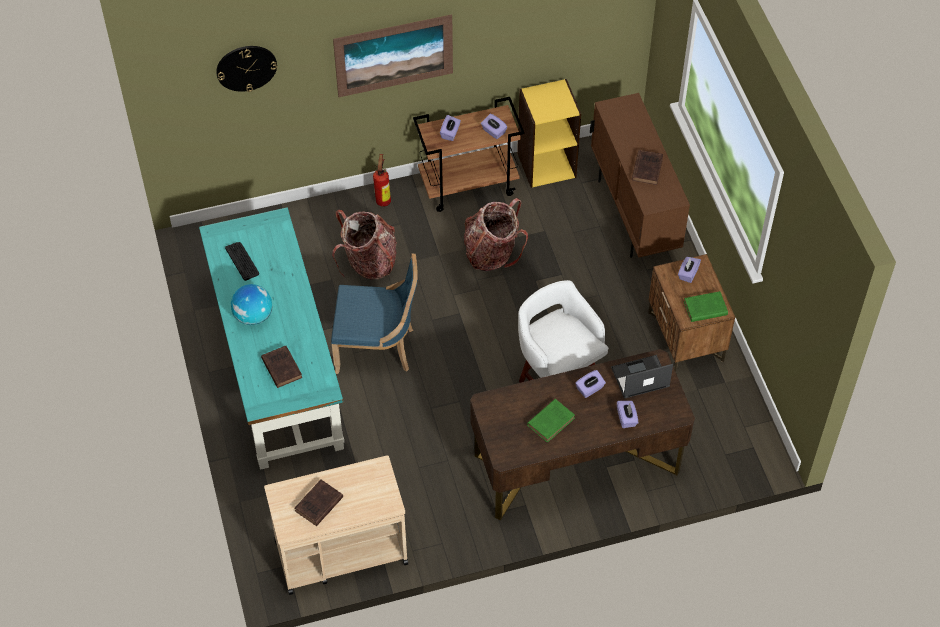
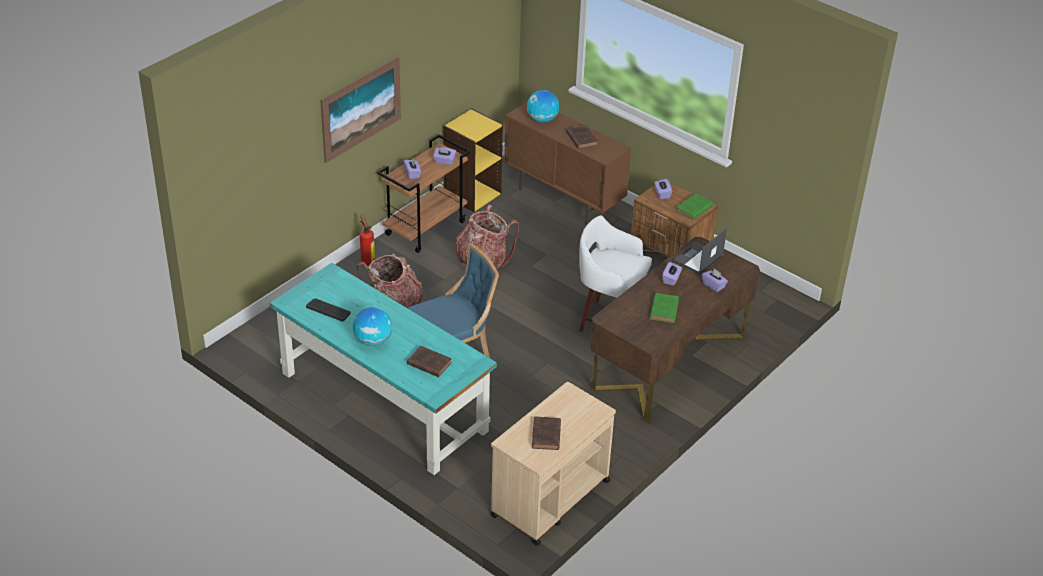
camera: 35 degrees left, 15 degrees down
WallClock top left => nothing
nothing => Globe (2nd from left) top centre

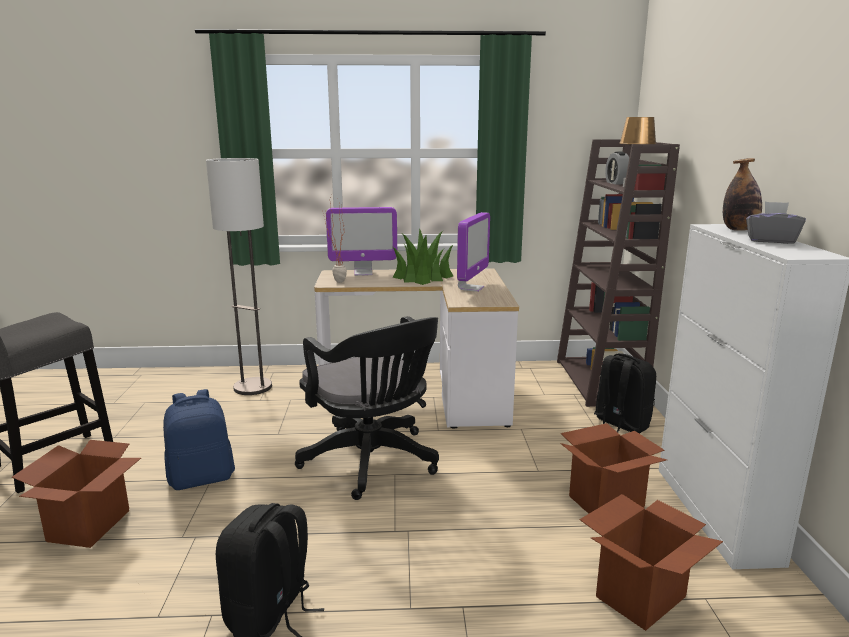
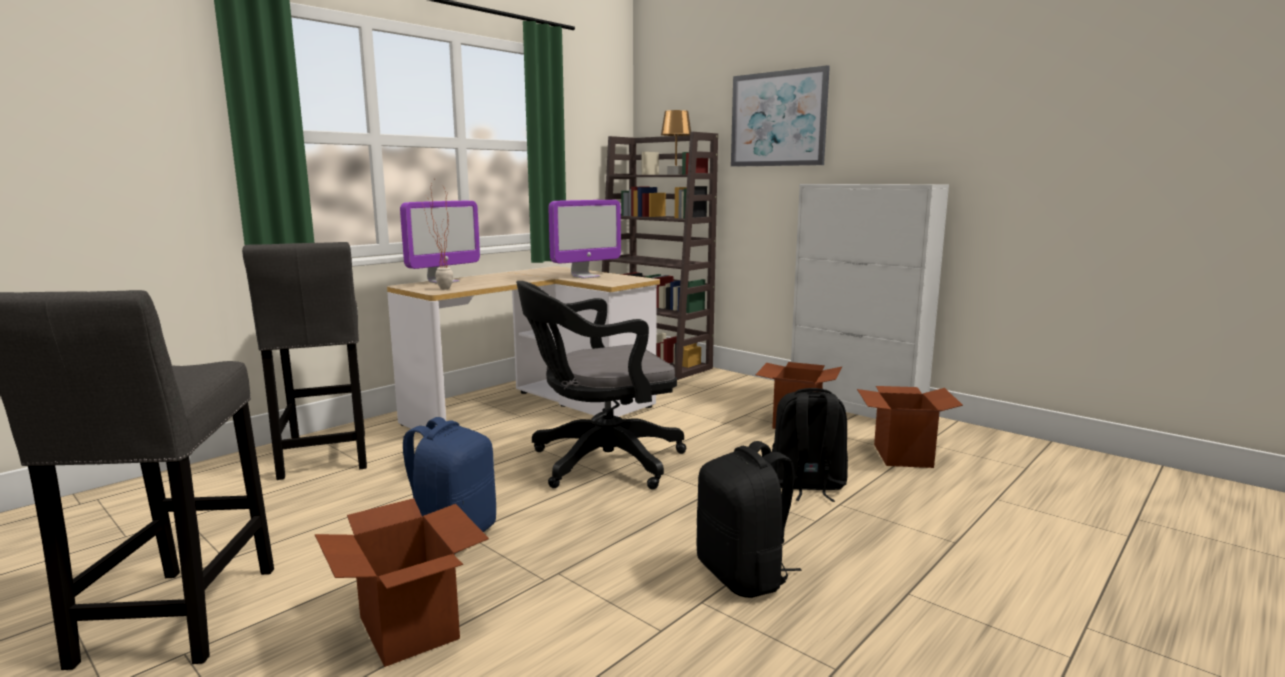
camera: 45 degrees left, 5 degrees down
AlarmClock top right => nothing
FloorLamp middle left => GreyStool (2nd from left) middle left
Bottle top right => nothing
GreyTissueBox middle right => nothing
Monitor (2nd from left) centre, 75 degrees clockwise
PottedPlant (2nd from left) centre => nothing
BlackOfficeChair centre, 150 degrees clockwise
BlackBackpack (2nd from left) middle right => BlackBackpack (2nd from left) centre, moved
nothing => Picture top centre

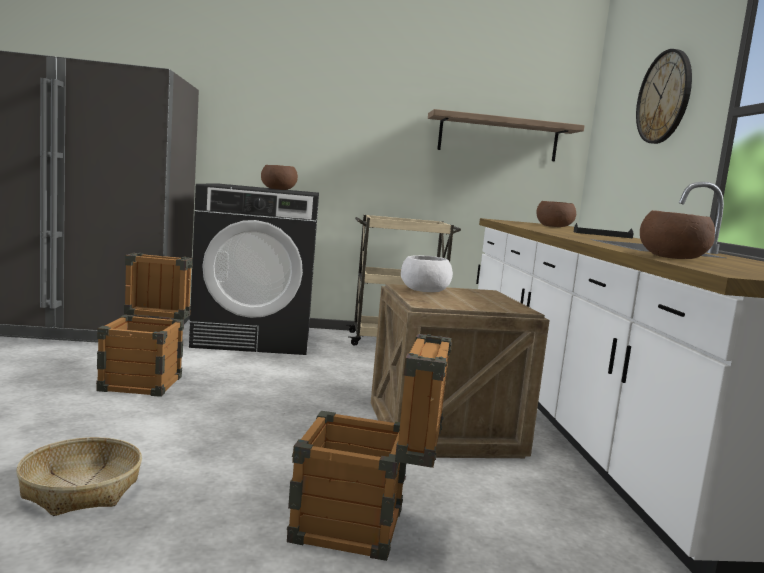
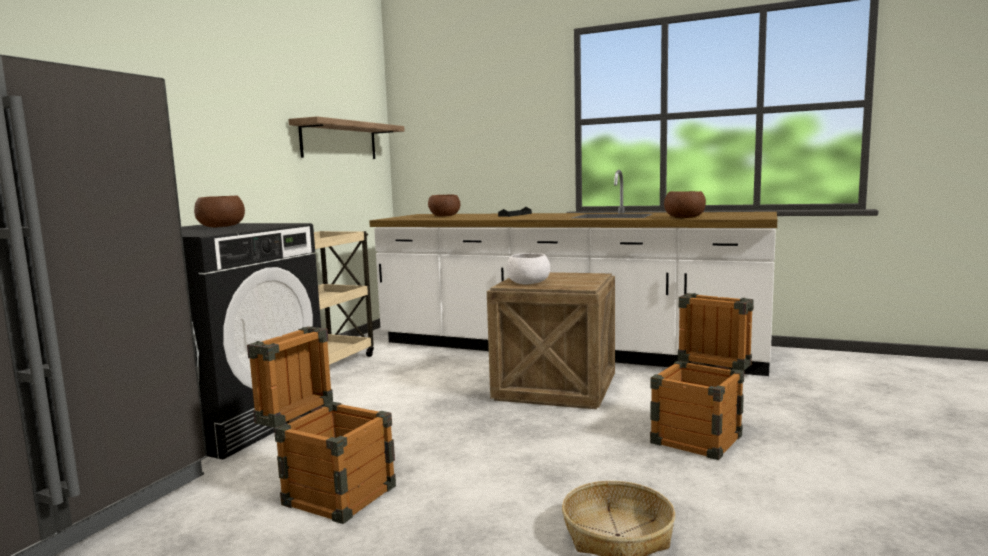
camera: 60 degrees left, 0 degrees up
WallClock top right => nothing

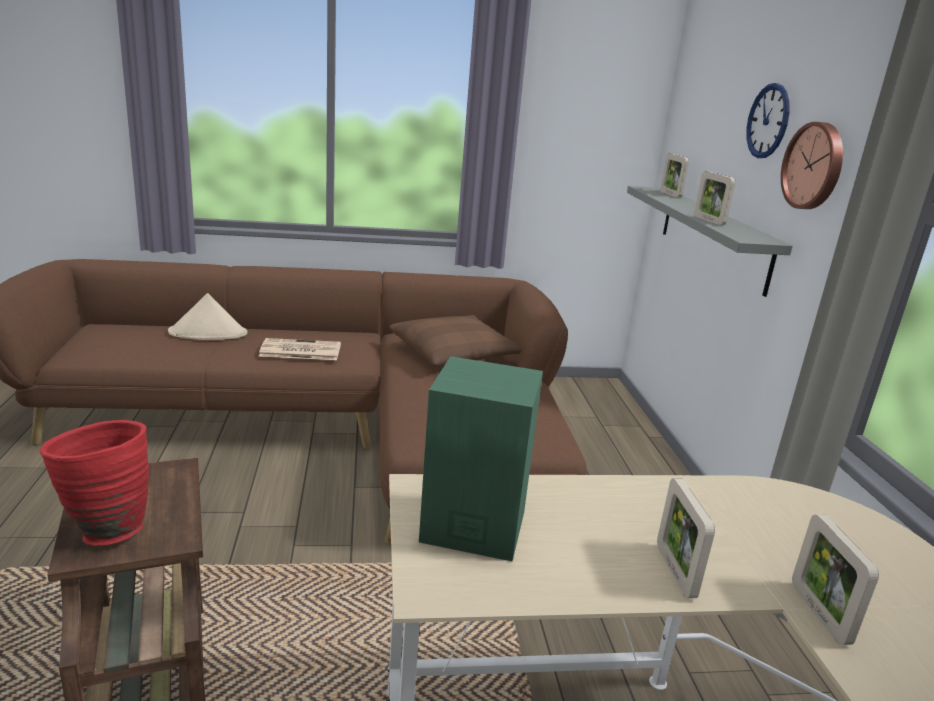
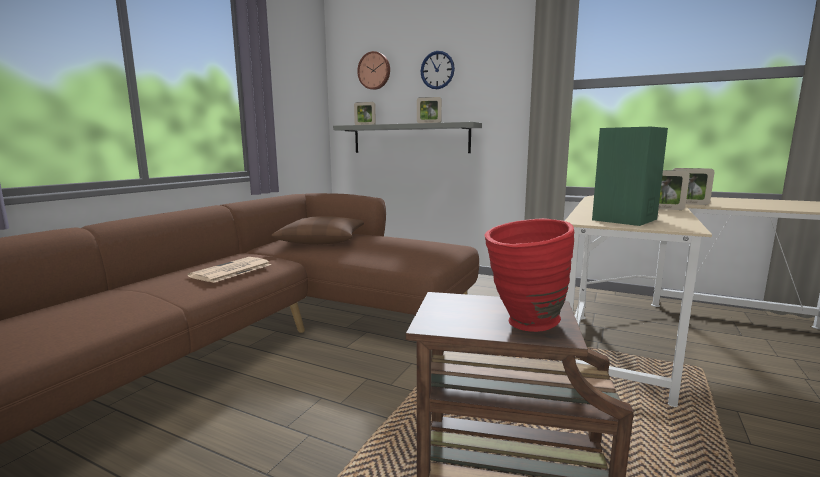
camera: 55 degrees left, 10 degrees down
WallClock (2nd from left in the first image) top right => WallClock (1st from left) top centre, moved
BeigeHat middle left => nothing

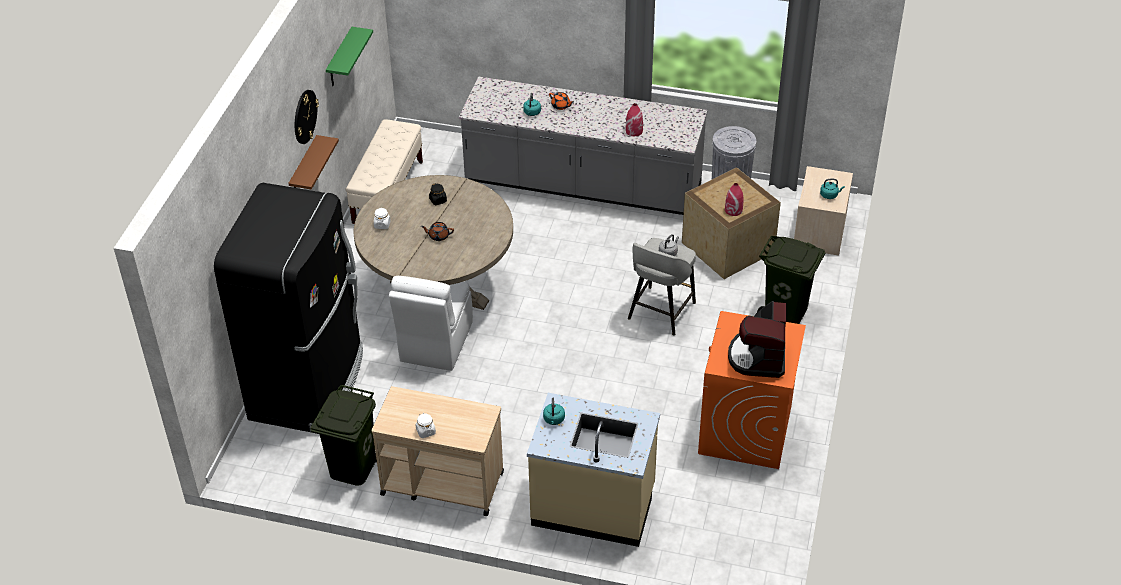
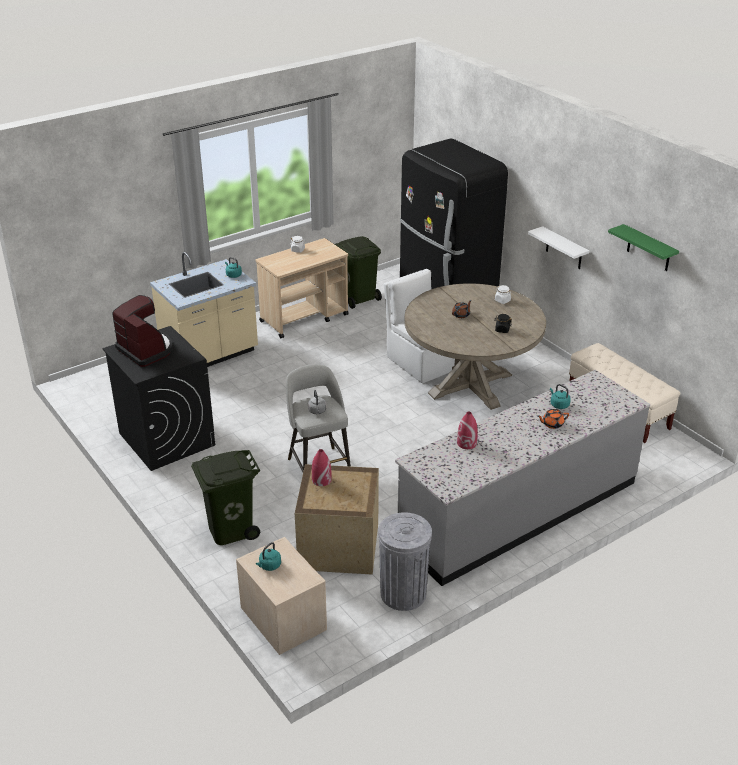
camera: 130 degrees right, 10 degrees down
WallClock top left => nothing
BrownShelf top left => WhiteShelf top right
OrangeWashingMachine bottom right => BlackWashingMachine middle left

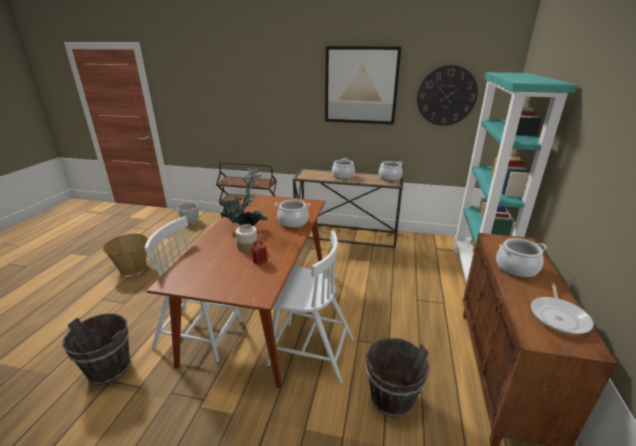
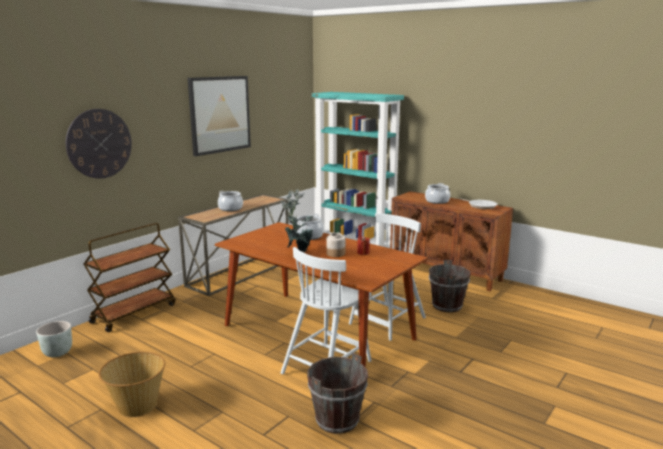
camera: 65 degrees left, 10 degrees down
WallClock top right => WallClock top left, moved
CookingPot (3rd from left) centre => nothing

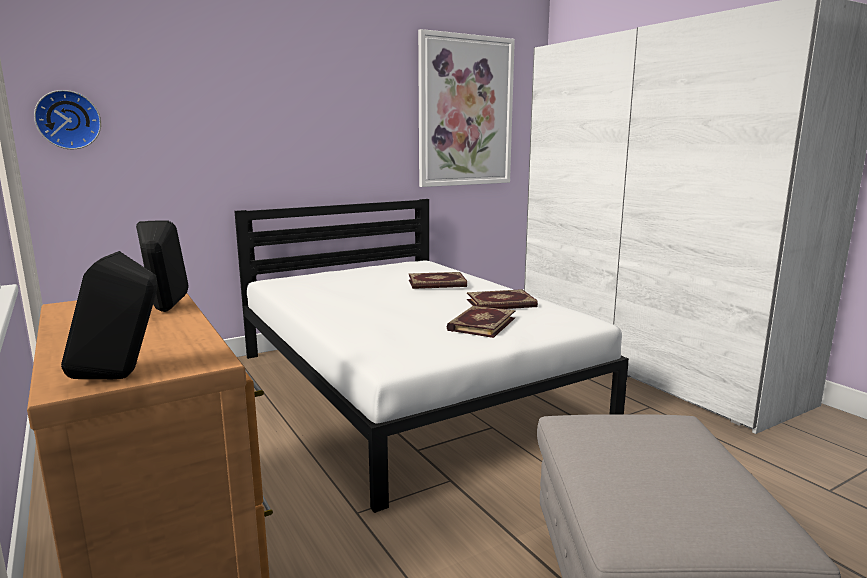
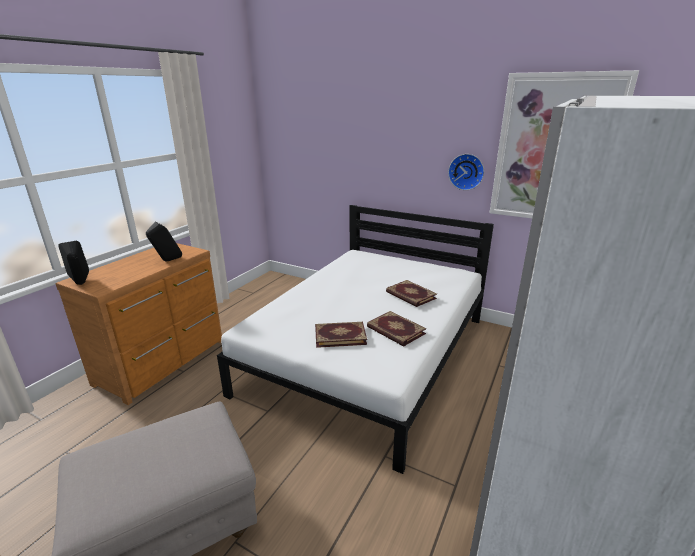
camera: 60 degrees right, 10 degrees up
WallClock top left => WallClock top right, moved

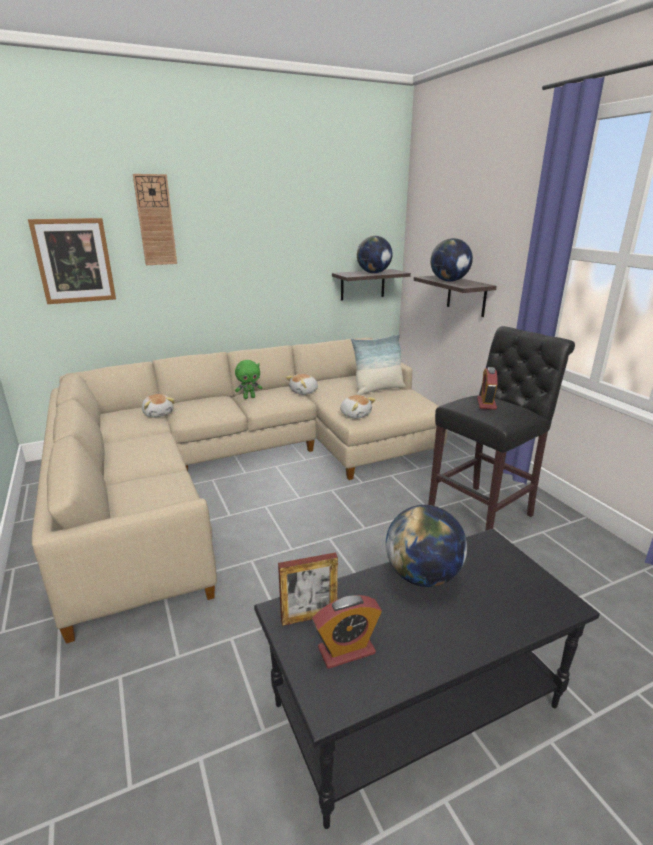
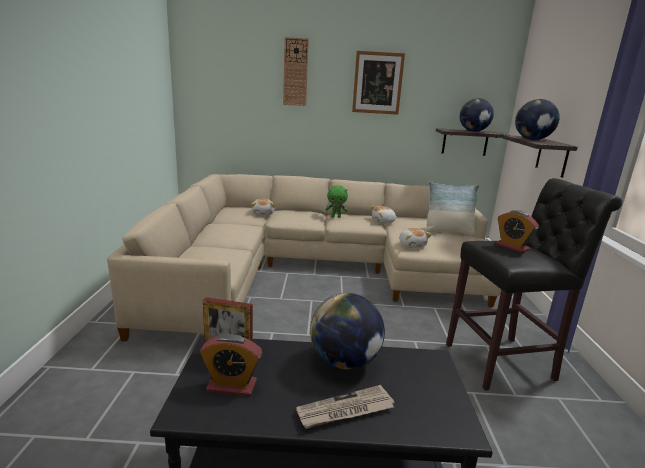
camera: 25 degrees right, 5 degrees down
Picture top left => Picture top centre, moved
AlarmClock (2nd from left) middle right, 75 degrees counterclockwise
nothing => Newspaper bottom centre

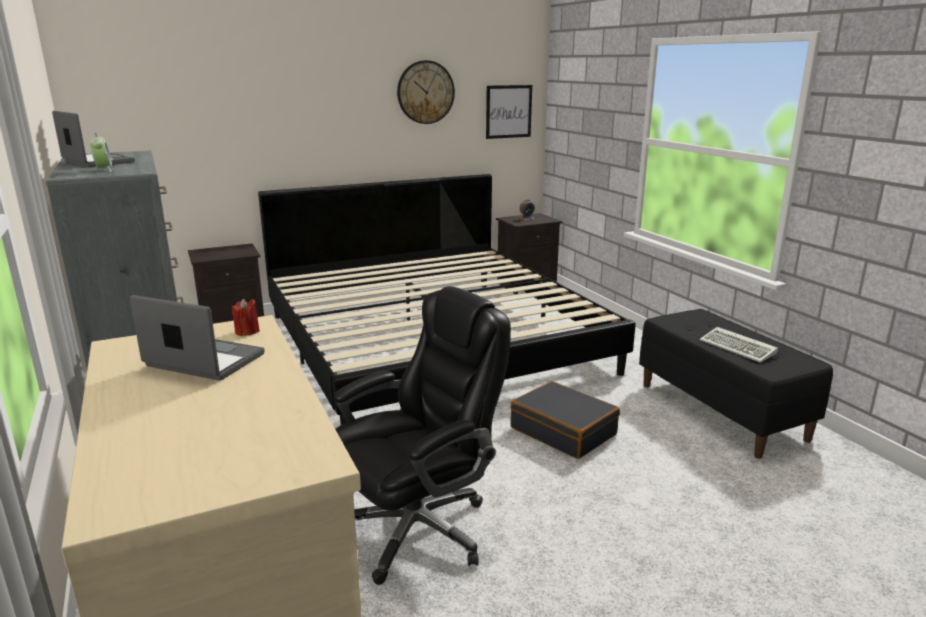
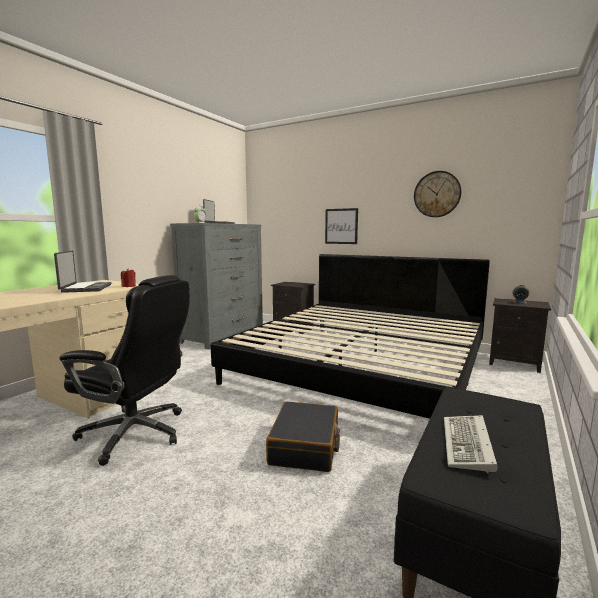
camera: 55 degrees right, 10 degrees down
Picture top centre => Picture centre, moved

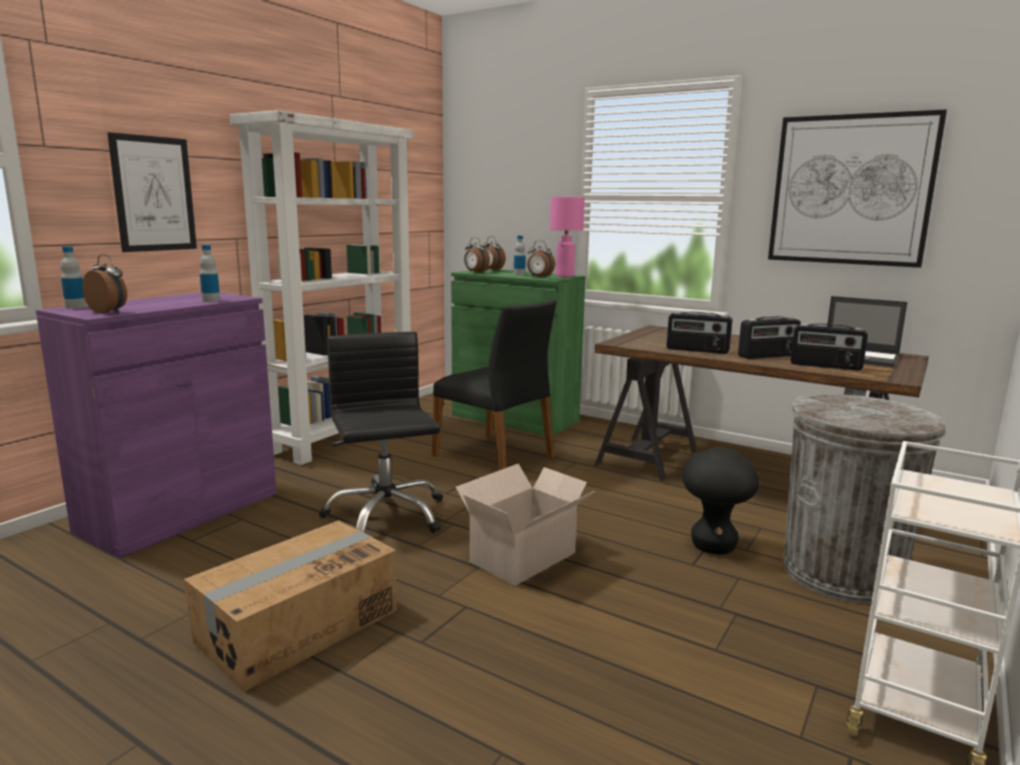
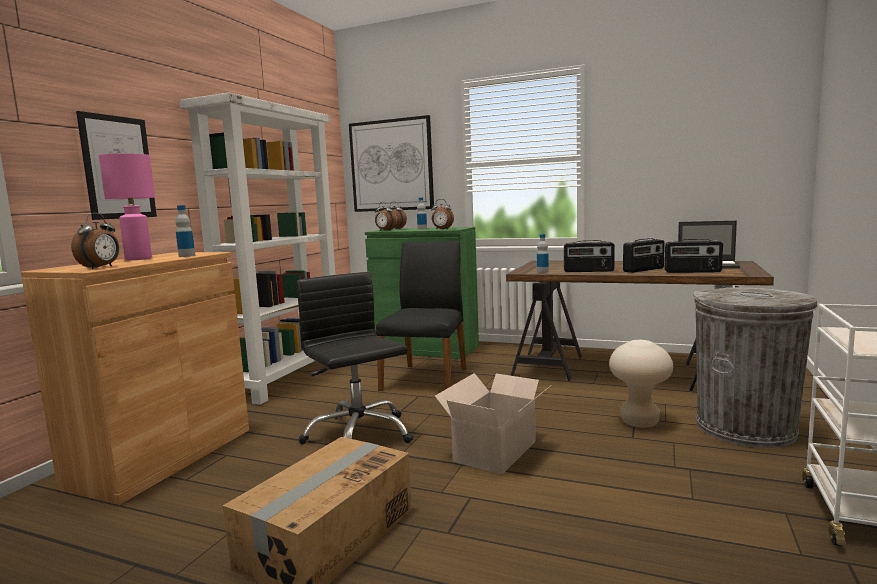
camera: 10 degrees left, 5 degrees down
Picture (2nd from left) top right => Picture (2nd from left) top centre, moved
PinkTableLamp top centre => PinkTableLamp middle left, moved
Bottle (1st from left in the first image) middle left => Bottle (3rd from left) centre, moved
AlarmClock (1st from left) middle left, 90 degrees clockwise
PurpleCabinet middle left => BrownCabinet middle left
BlackChair centre, 105 degrees counterclockwise
BlackStool middle right => BeigeStool middle right

